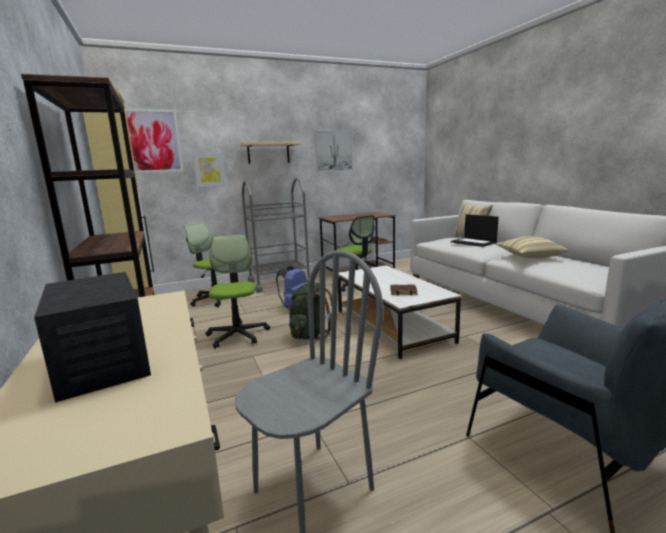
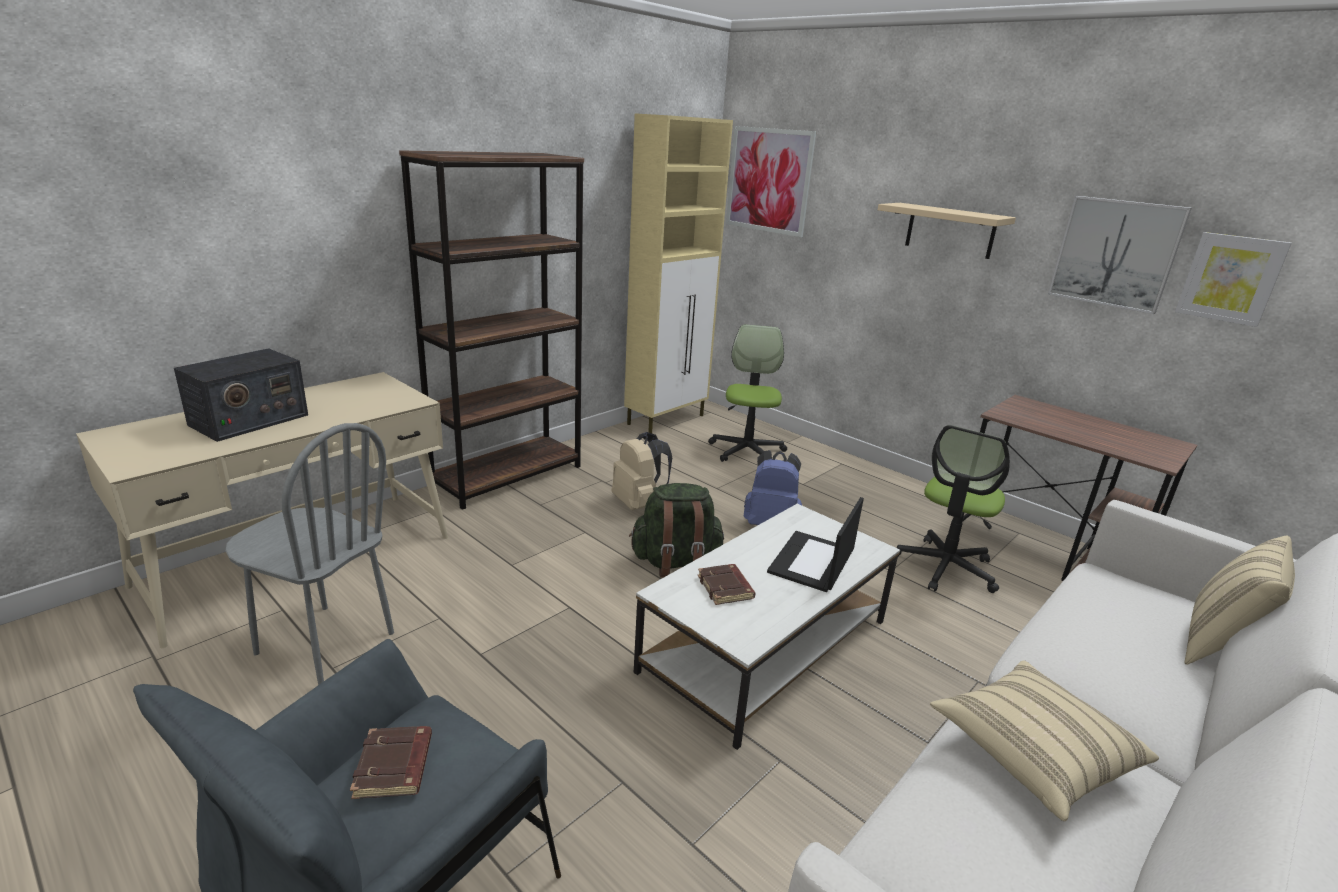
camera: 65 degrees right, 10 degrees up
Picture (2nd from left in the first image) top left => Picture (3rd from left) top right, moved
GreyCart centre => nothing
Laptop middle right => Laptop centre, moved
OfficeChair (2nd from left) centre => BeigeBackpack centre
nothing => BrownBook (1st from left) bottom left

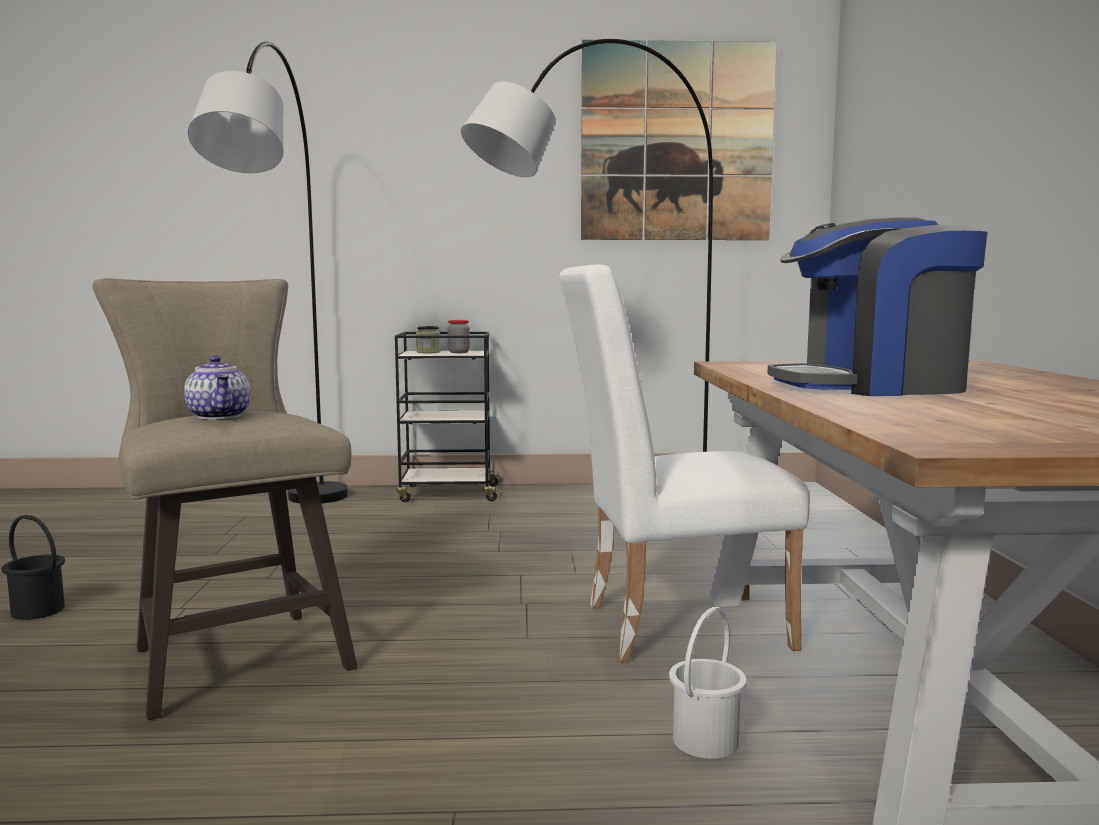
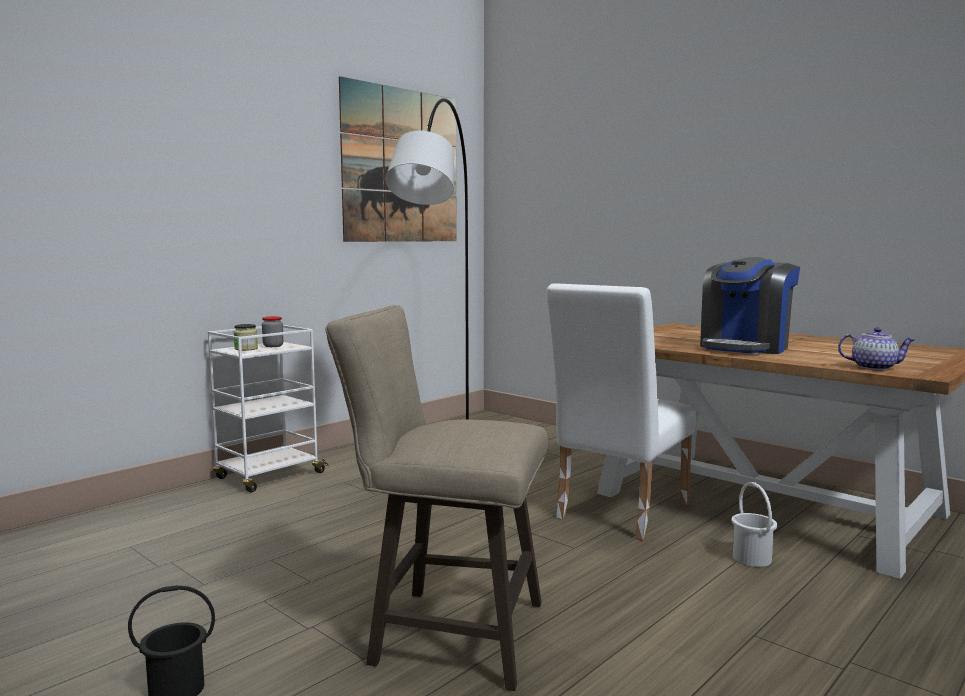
camera: 45 degrees left, 0 degrees up
GreyFloorLamp (1st from left) top left => nothing
BlackCart centre => WhiteCart middle left
Teapot middle left => Teapot middle right, moved

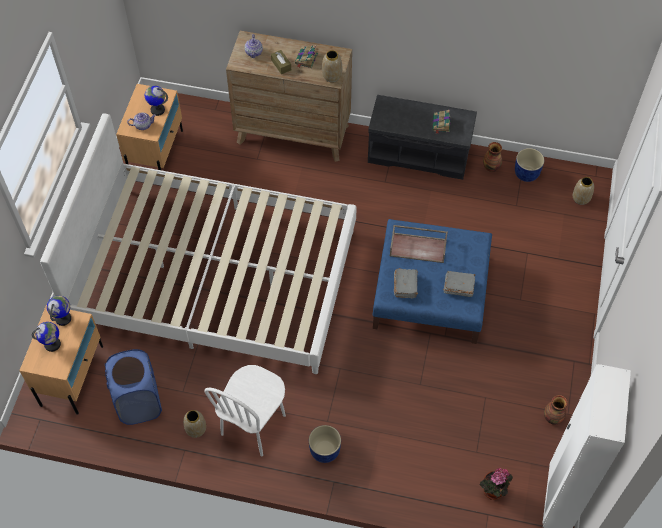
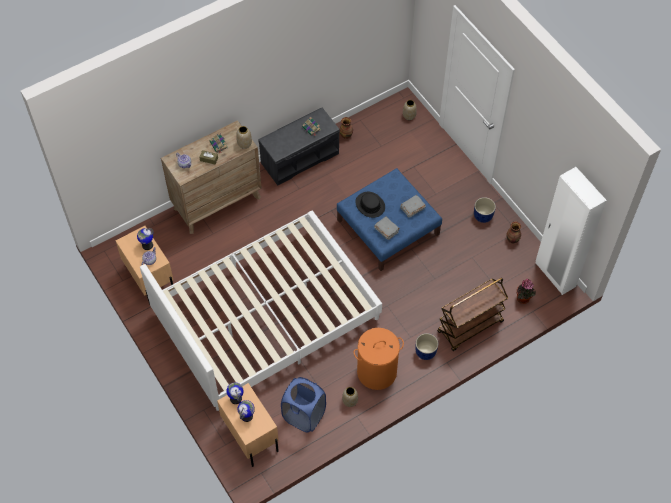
camera: 45 degrees left, 0 degrees up
BluePlanter (2nd from left) top right => BluePlanter (2nd from left) middle right, moved
BrownTray centre => BlackHat centre
WhiteChair bottom centre => OrangeLaundryBasket bottom centre
nothing => BrownCart middle right

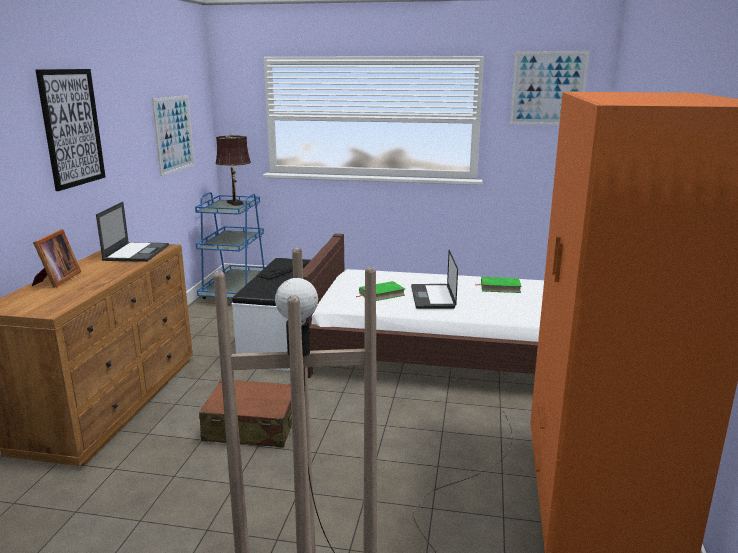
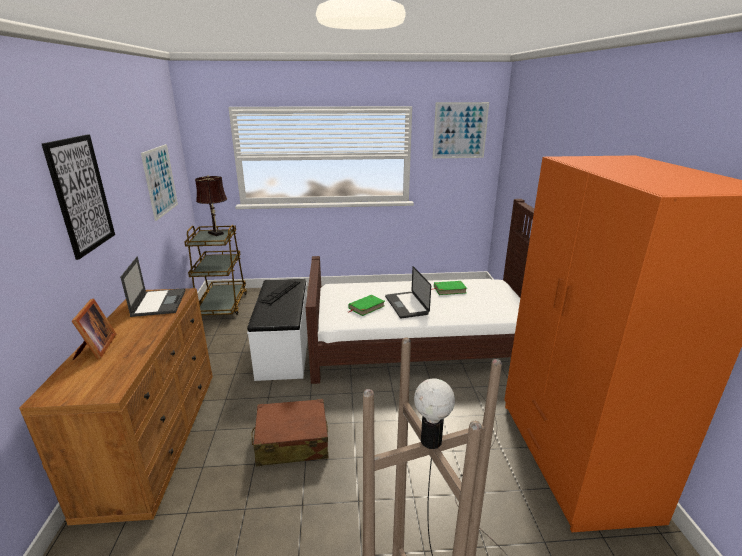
camera: 15 degrees left, 5 degrees up
BlueCart middle left => BrownCart middle left

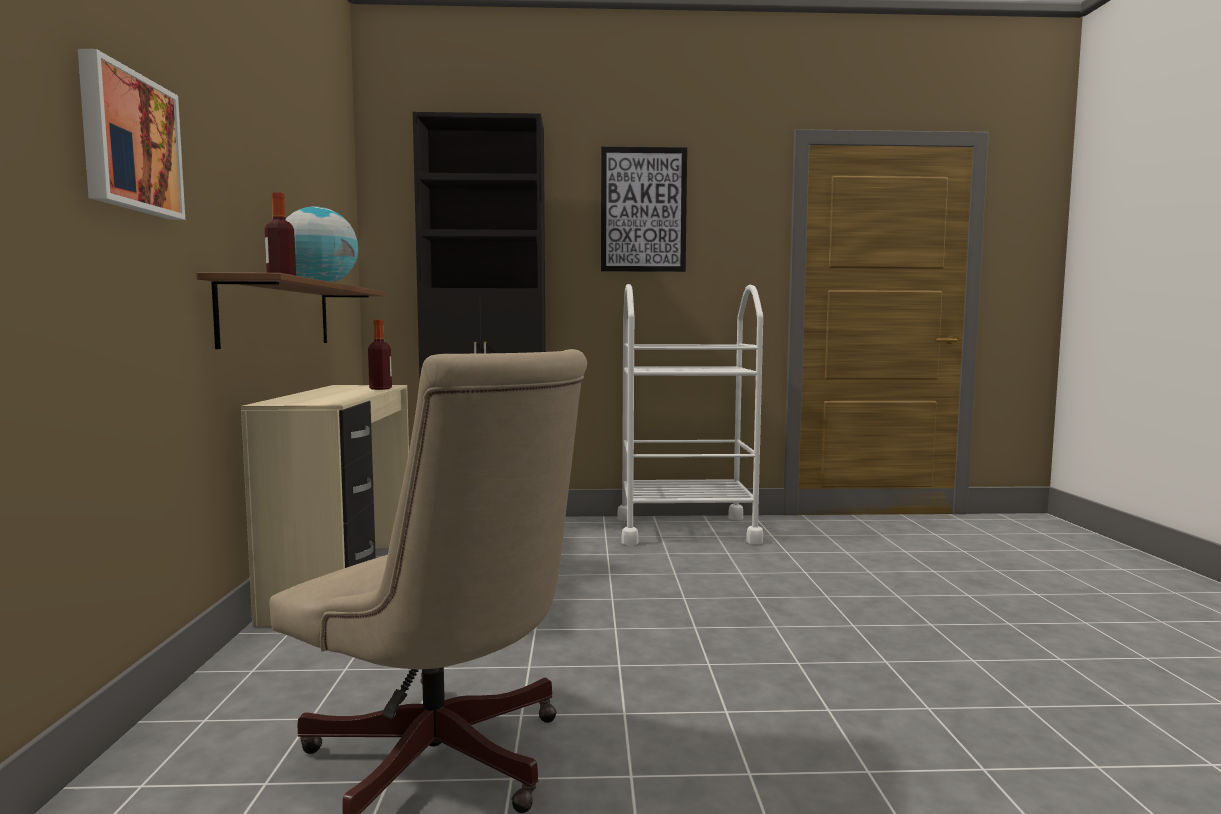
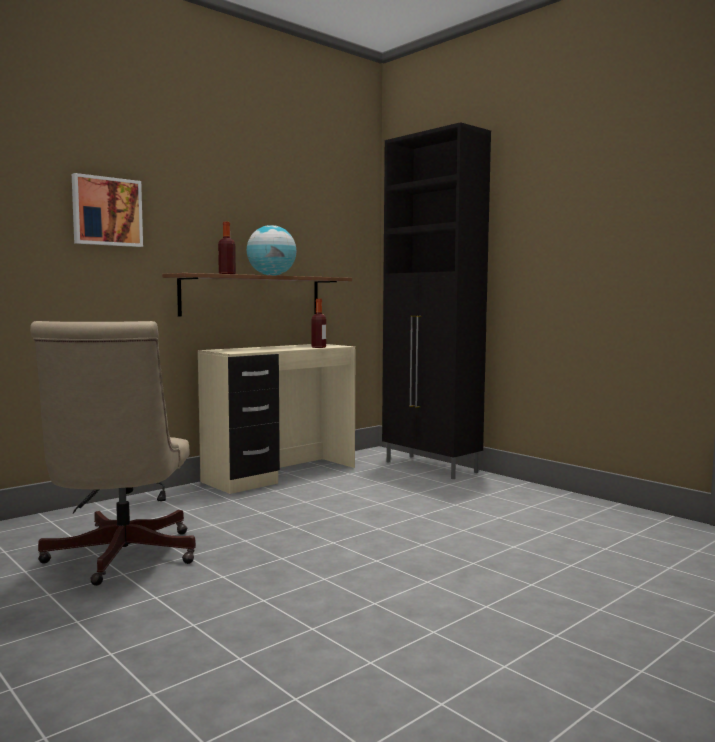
camera: 50 degrees right, 0 degrees up
Picture (2nd from left) top centre => nothing
WhiteCart centre => nothing

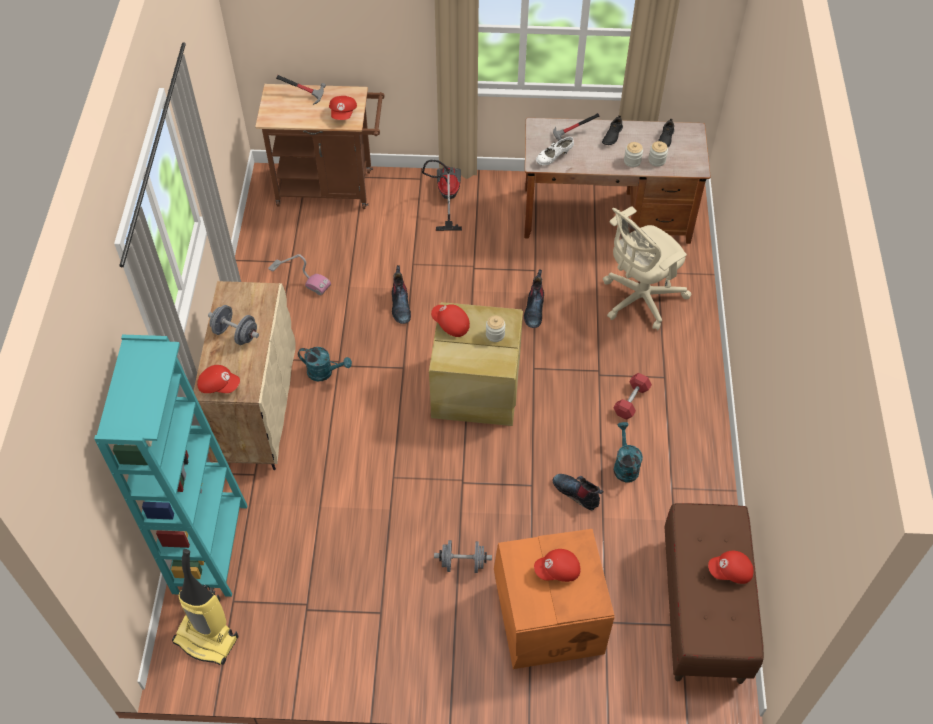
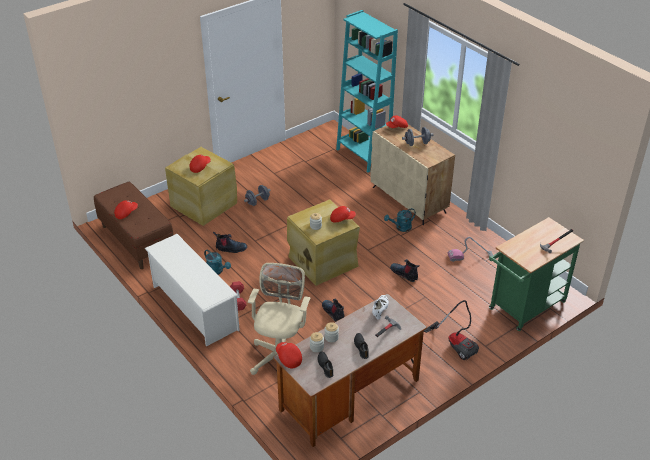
camera: 140 degrees right, 15 degrees down
BrownCart top centre => GreenCart middle right
RedCap (2nd from left in the first image) top centre => RedCap (3rd from left) bottom centre, moved
OrangeStorageBox bottom centre => BeigeStorageBox (1st from left) middle left
VacuumCleaner (1st from left) bottom left => nothing
nothing => WhiteShoeRack middle left

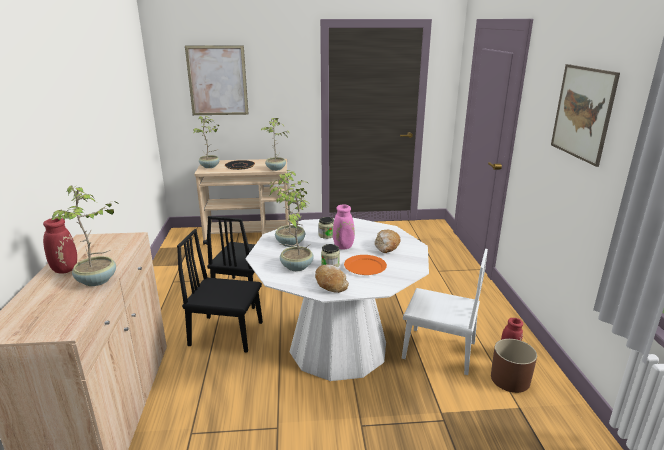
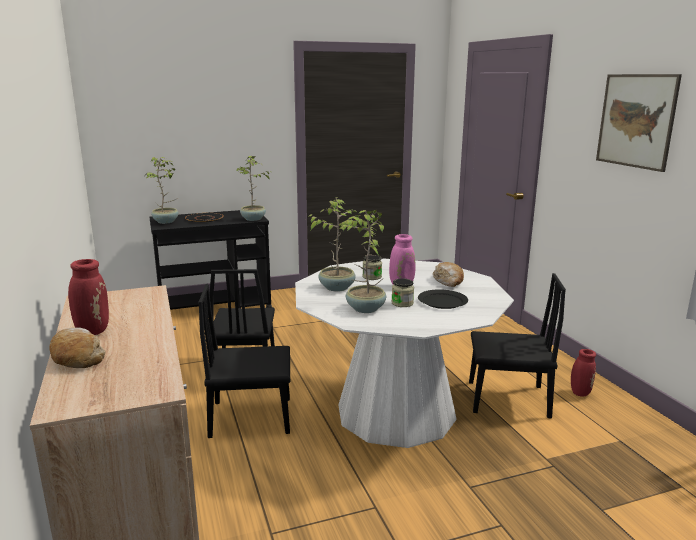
camera: 15 degrees left, 5 degrees down
Picture (1st from left) top left => nothing
BeigeCart centre => BlackCart middle left
PottedPlant (1st from left) middle left => nothing
WhiteChair bottom right => BlackChair (3rd from left) middle right
OrangePlate centre => BlackPlate (2nd from left) centre
Bread (1st from left) centre => Bread (1st from left) middle left, moved
BrownPlanter bottom right => nothing

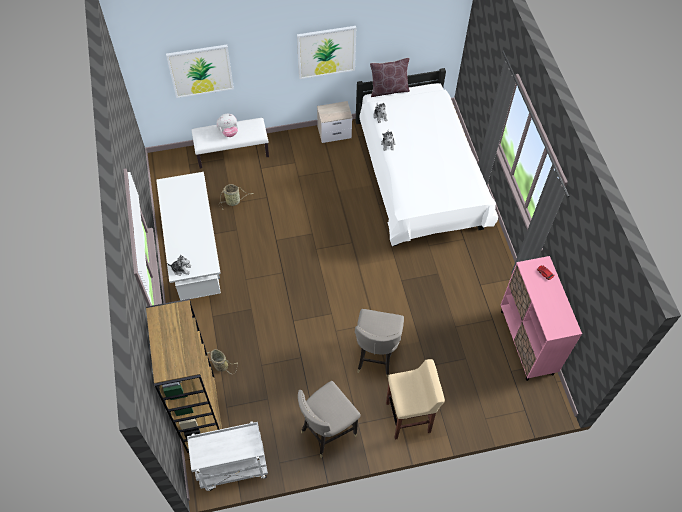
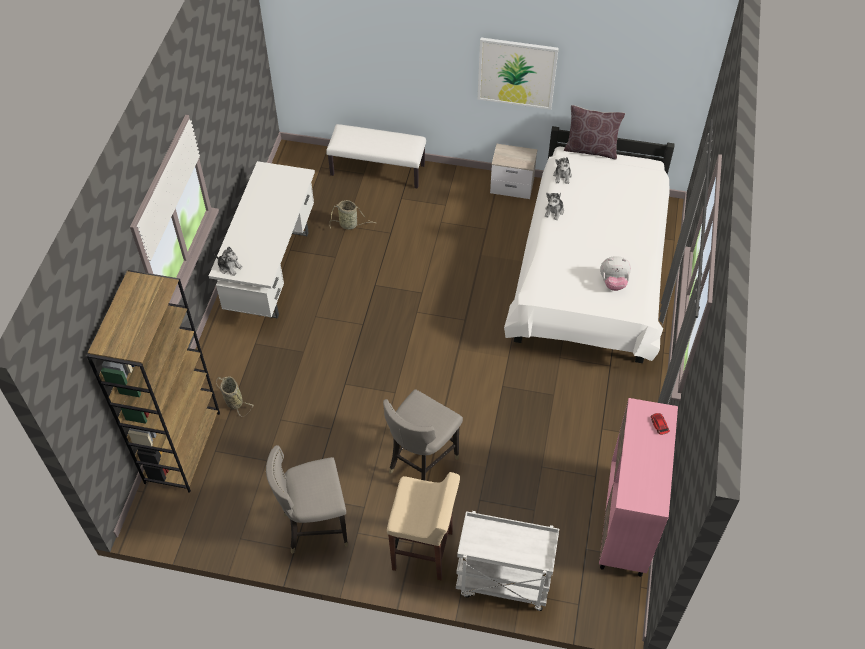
camera: 25 degrees right, 5 degrees down
Picture (1st from left) top left => nothing
PlushToy (2nd from left in the first image) top left => PlushToy (4th from left) middle right, moved
WhiteCart bottom left => WhiteCart bottom centre, moved

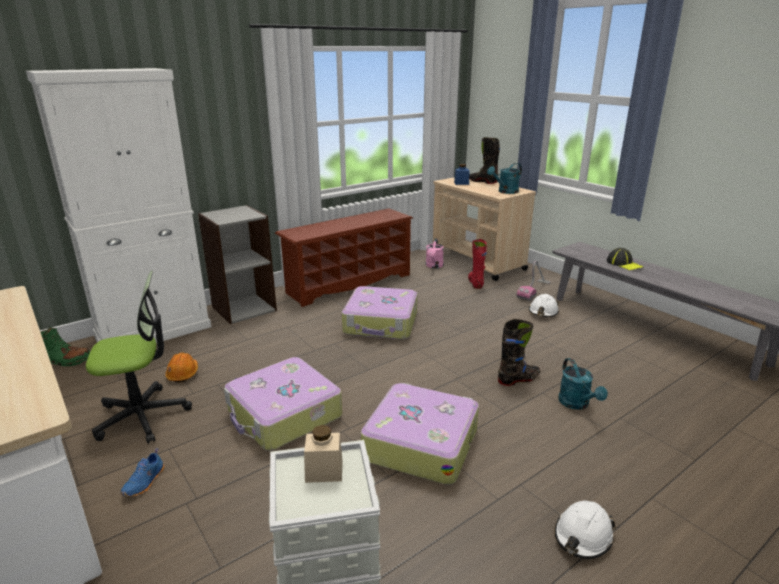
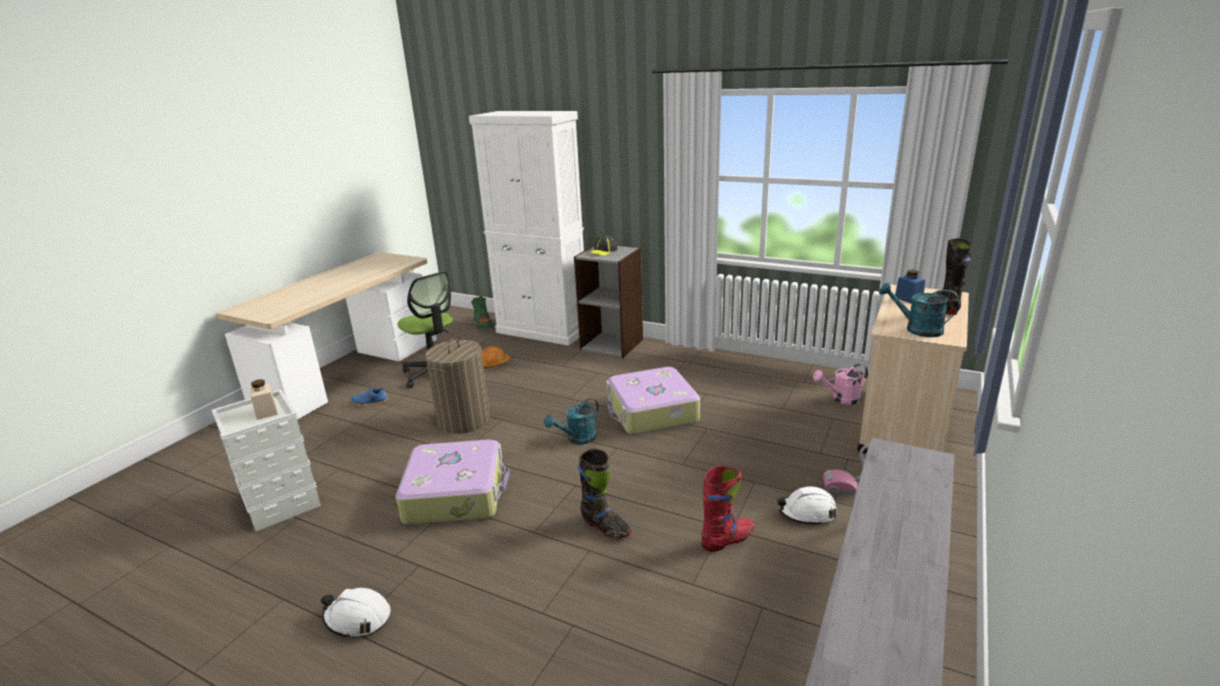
camera: 65 degrees right, 0 degrees up
BrownShoeRack centre => nothing
RedBoot centre => RedBoot bottom centre, moved
Cap middle right => Cap centre, moved
Suitcase (1st from left) bottom centre => LaundryBasket centre
TurquoiseWateringCan (2nd from left in the first image) middle right => TurquoiseWateringCan (1st from left) centre, moved

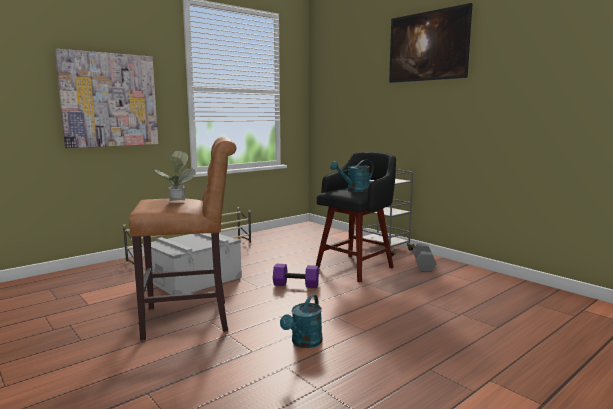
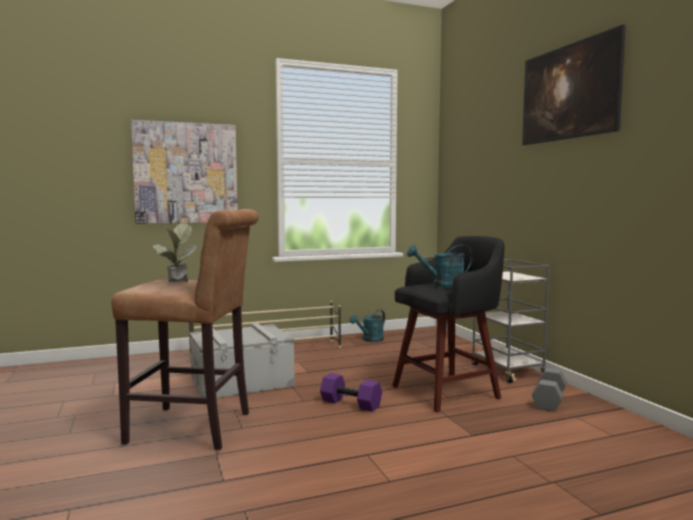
camera: 20 degrees right, 5 degrees down
TurquoiseWateringCan (1st from left) bottom centre => TurquoiseWateringCan (1st from left) centre, moved

